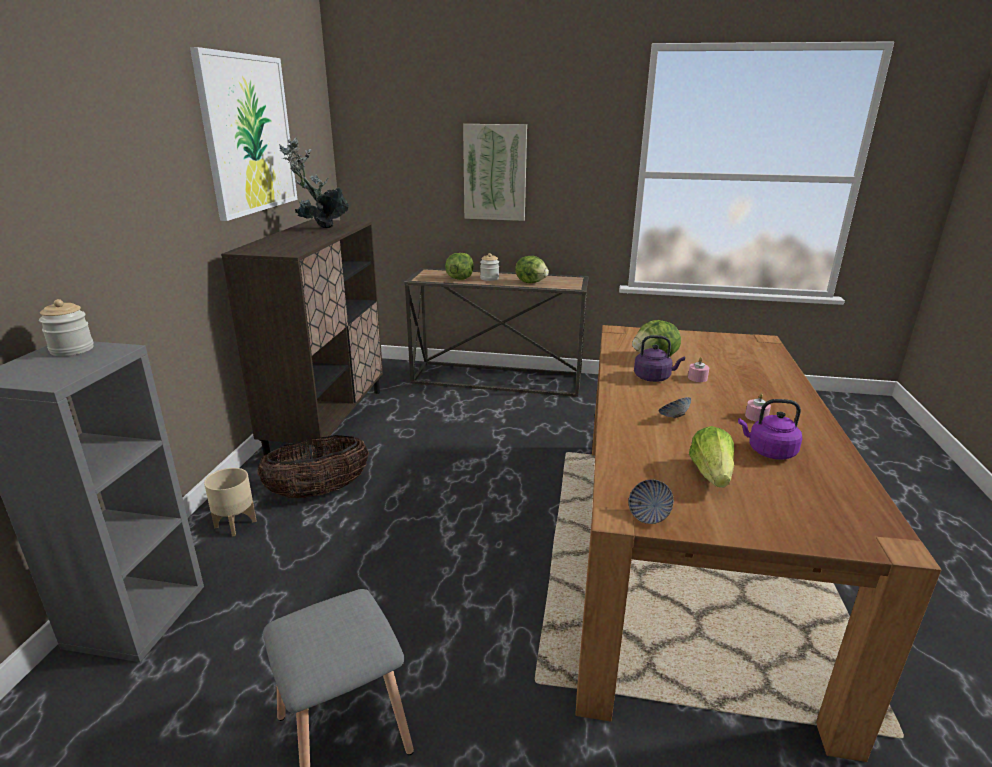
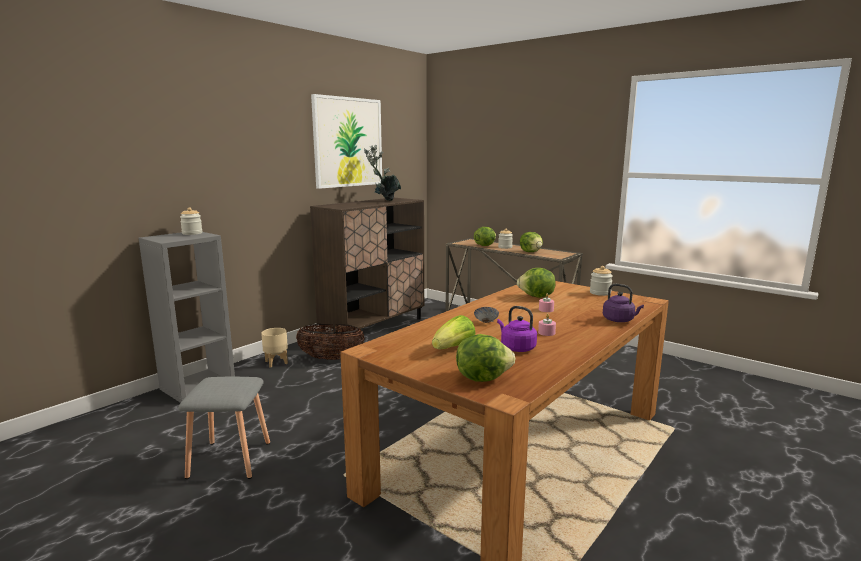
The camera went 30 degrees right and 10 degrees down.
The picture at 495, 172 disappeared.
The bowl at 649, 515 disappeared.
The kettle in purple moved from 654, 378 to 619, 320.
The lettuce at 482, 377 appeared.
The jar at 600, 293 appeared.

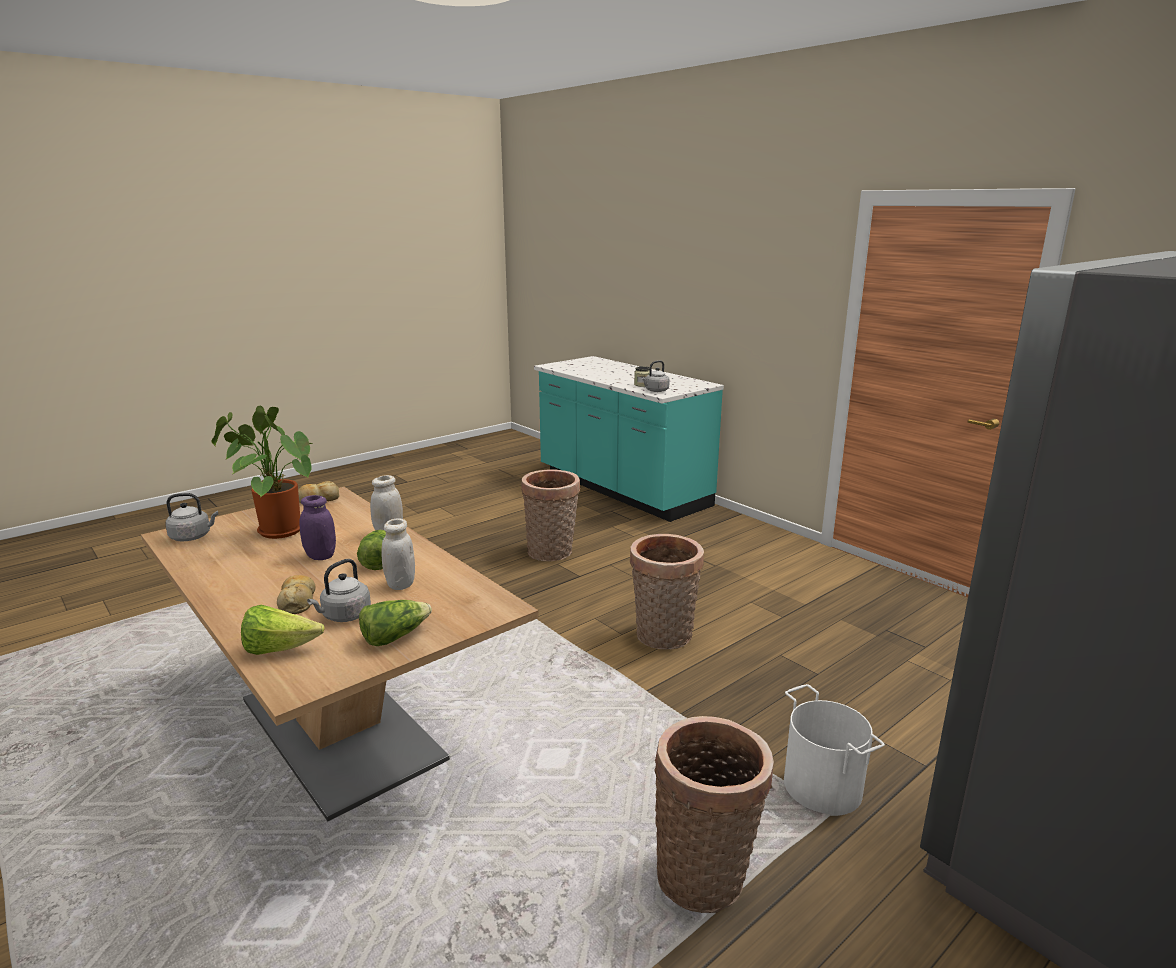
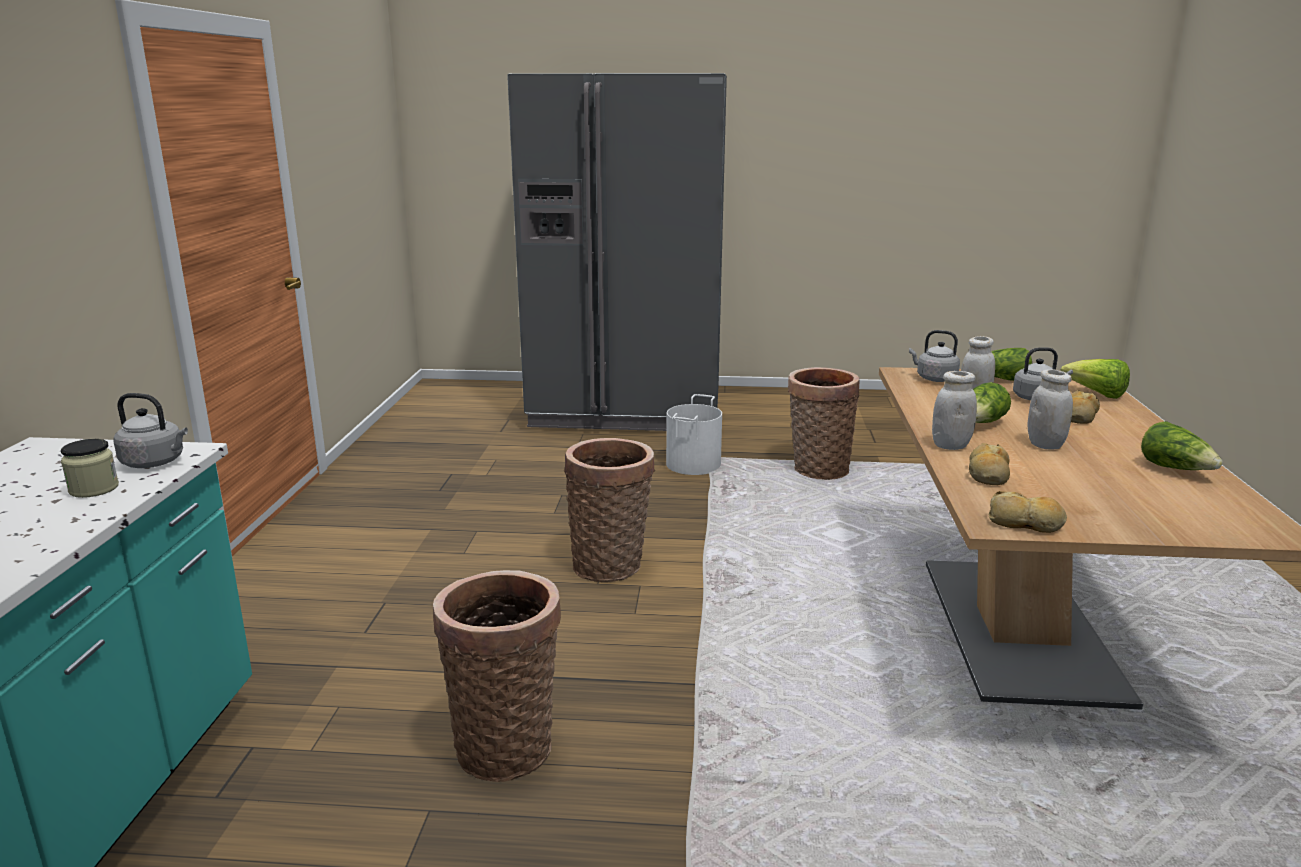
The camera went 135 degrees left and 0 degrees up.
The kettle in grey moved from 193, 537 to 934, 378.
The potted plant at 276, 530 disappeared.
The jar in purple at 320, 556 became the jar in white at 1045, 445.
The bread at 988, 474 appeared.
The lettuce at 1176, 469 appeared.

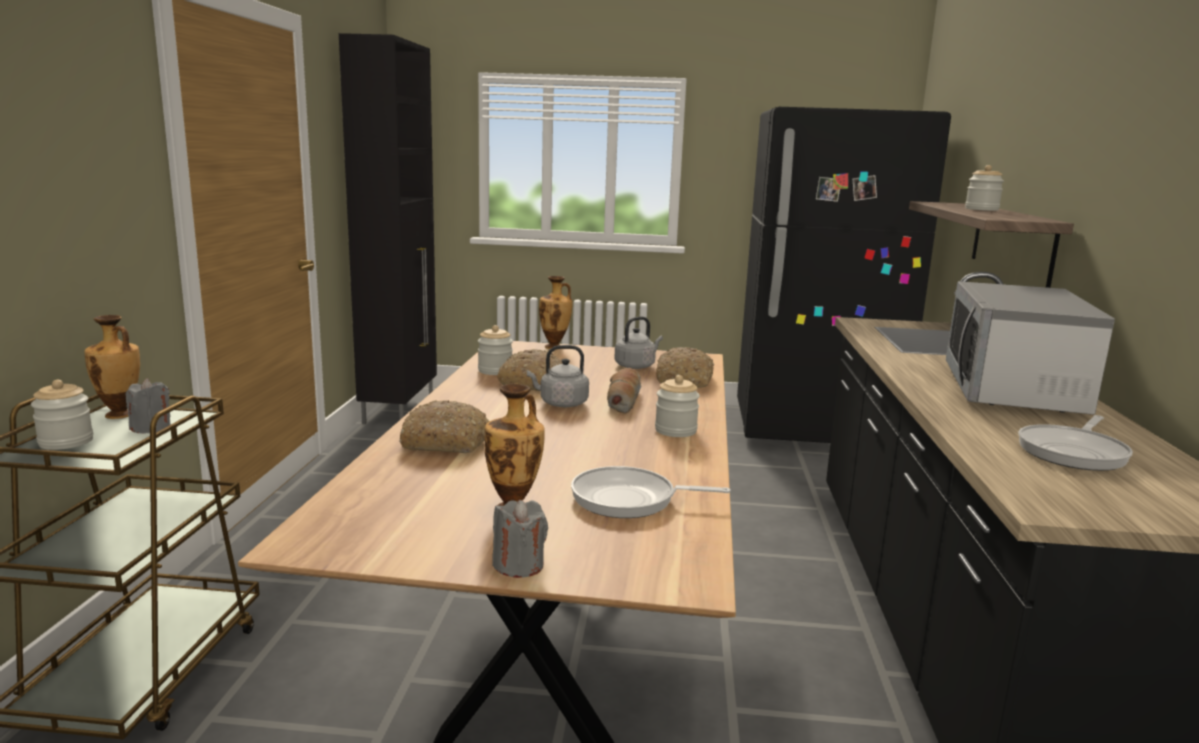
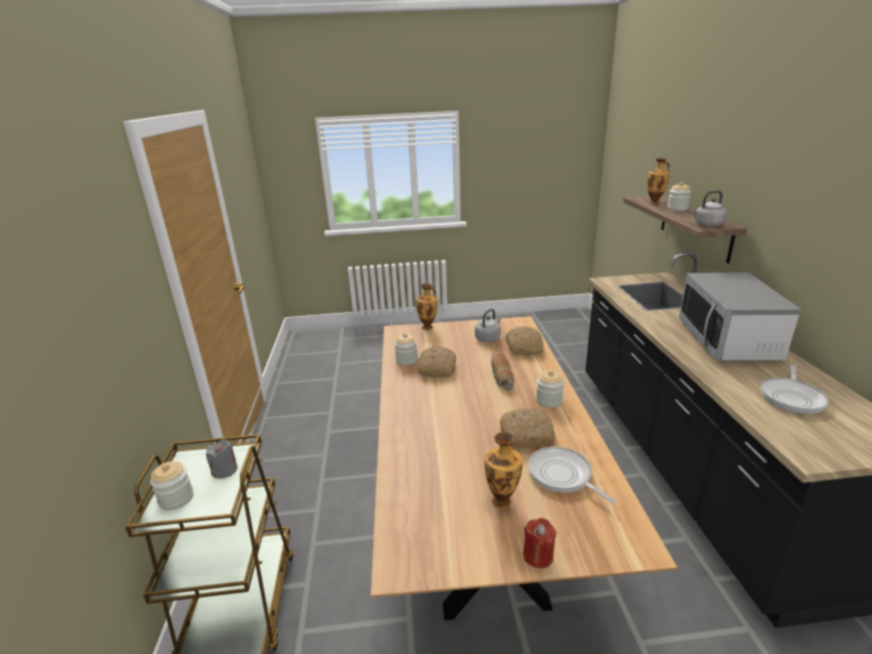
The camera went 10 degrees left and 10 degrees up.
The vase moved from 120, 415 to 654, 203.
The cabinet in black at 400, 409 disappeared.
The bread moved from 447, 442 to 527, 435.
The candle in grey at 519, 565 became the candle in red at 538, 555.
The kettle in grey moved from 561, 403 to 707, 225.
The frying pan at 629, 499 turned 60 degrees clockwise.
The fridge in black at 813, 429 disappeared.

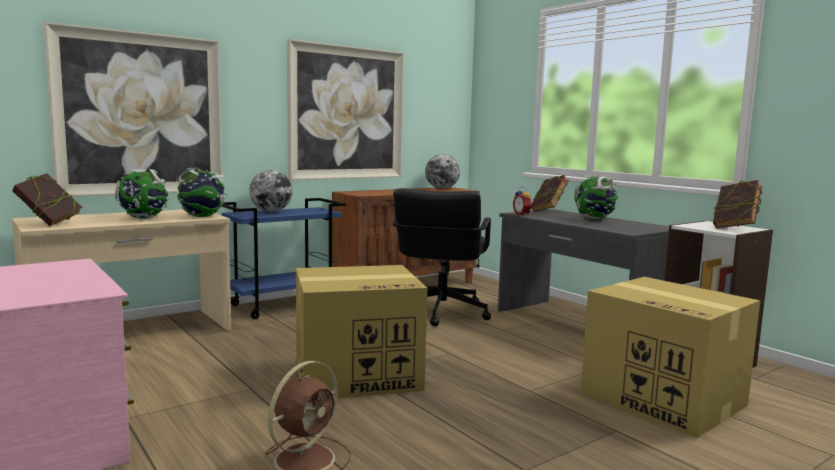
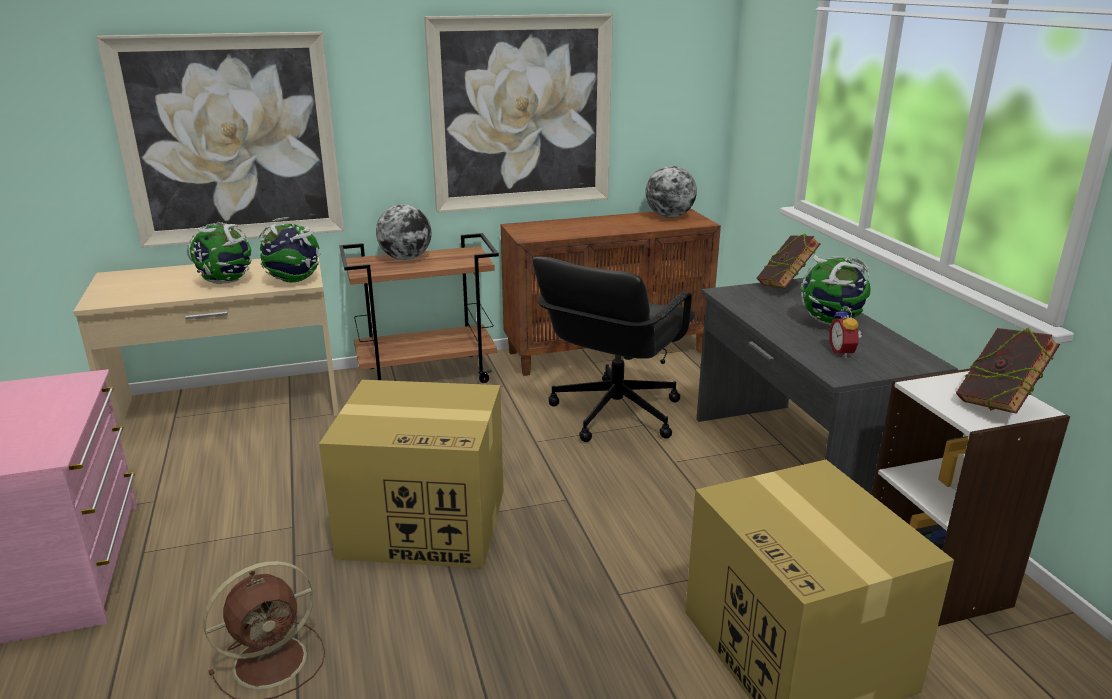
The camera went 20 degrees right and 15 degrees up.
The book at 49, 224 disappeared.
The cart in blue at 284, 305 became the cart in brown at 428, 374.
The alarm clock moved from 522, 214 to 843, 352.

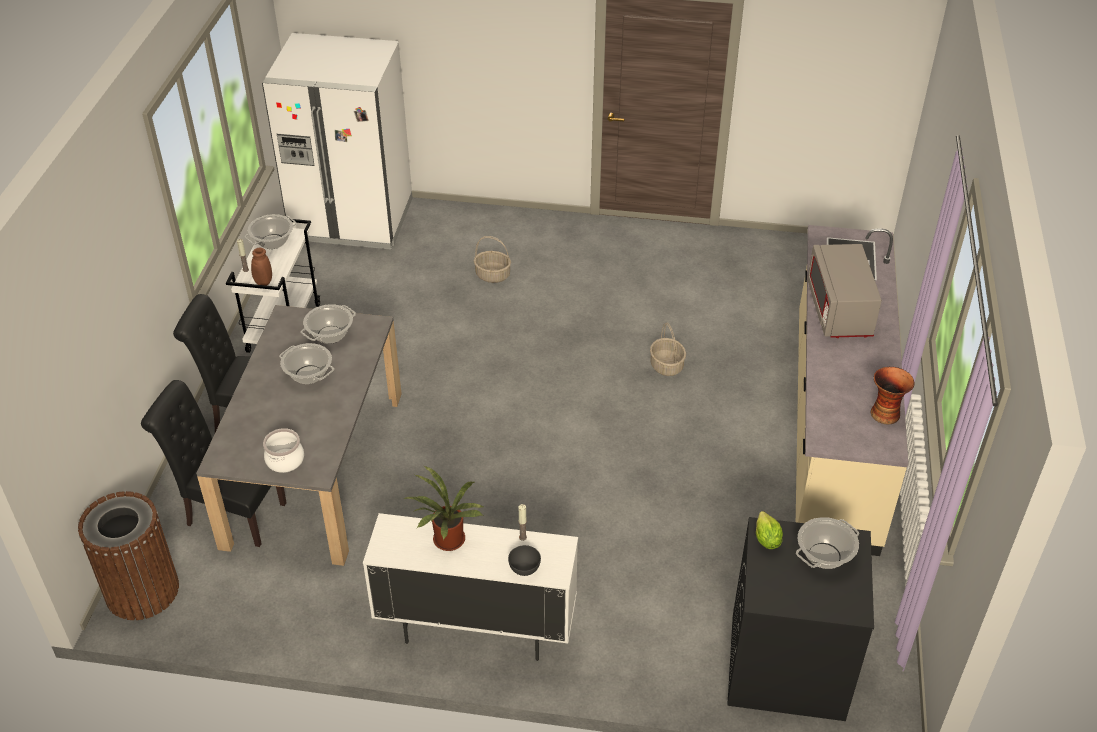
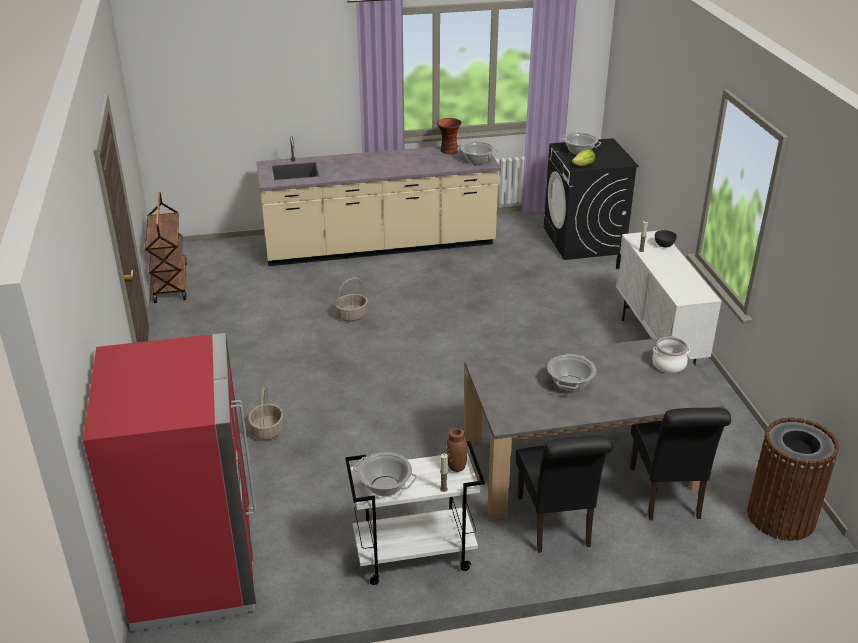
The camera went 110 degrees left and 10 degrees down.
The fridge in white at 352, 220 became the fridge in red at 195, 569.
The cooking pot moved from 330, 335 to 477, 160.
The potted plant at 447, 542 disappeared.
The microwave in grey at 838, 311 disappeared.
The cart in brown at 170, 282 appeared.

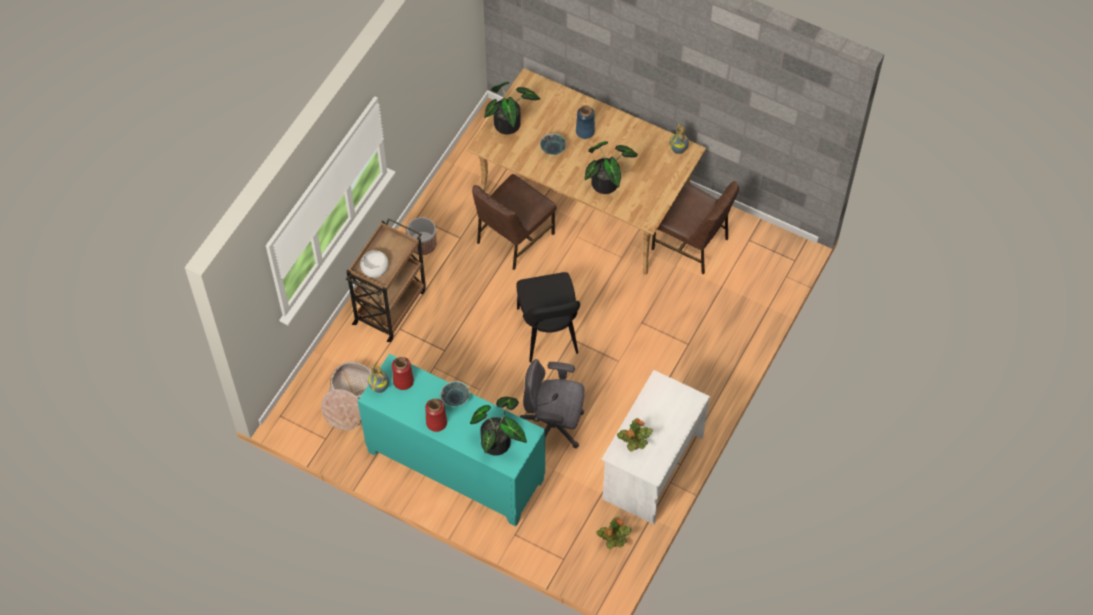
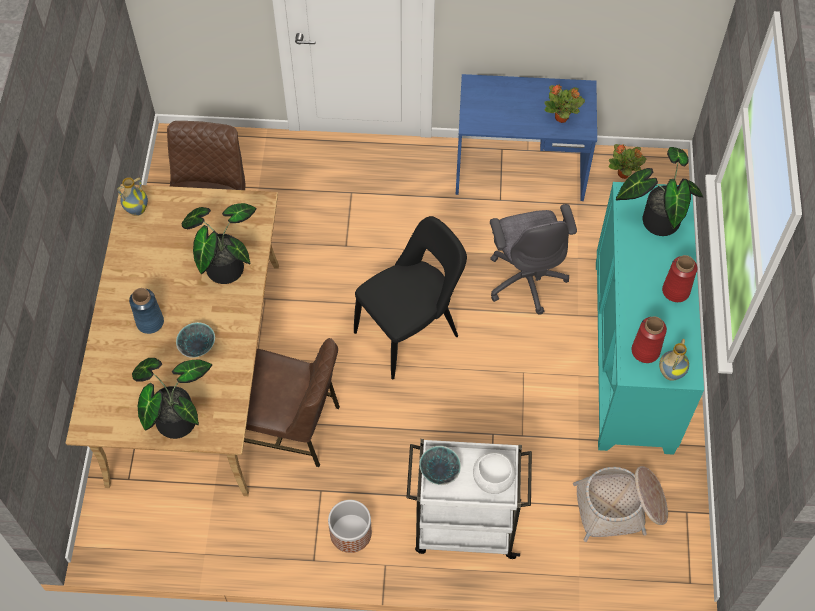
The camera went 115 degrees left and 0 degrees up.
The cart in brown at 390, 306 became the cart in white at 463, 527.
The bowl moved from 455, 399 to 439, 471.
The desk in white at 651, 467 became the desk in blue at 520, 172.

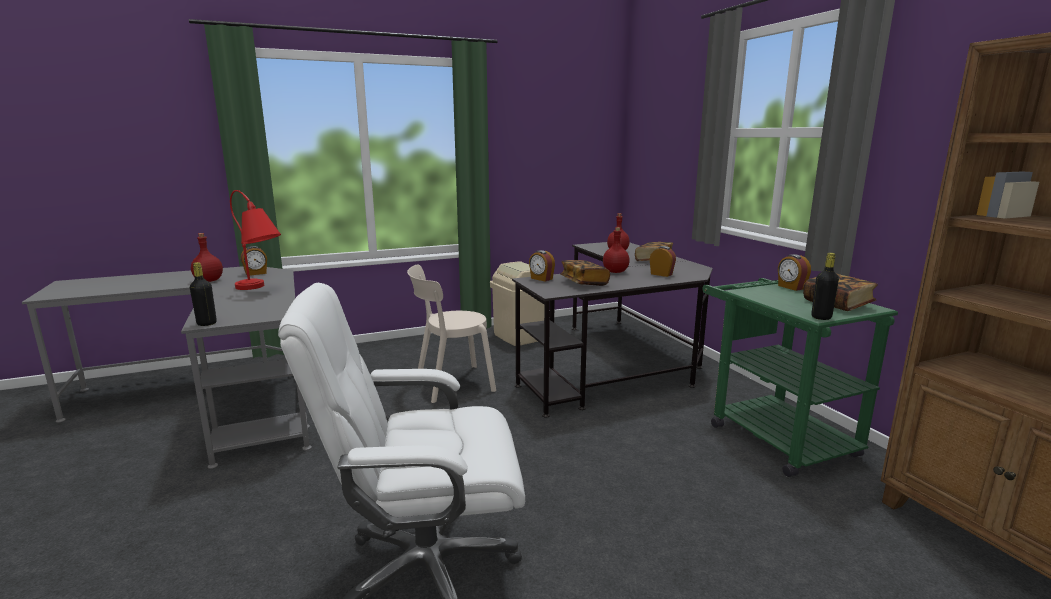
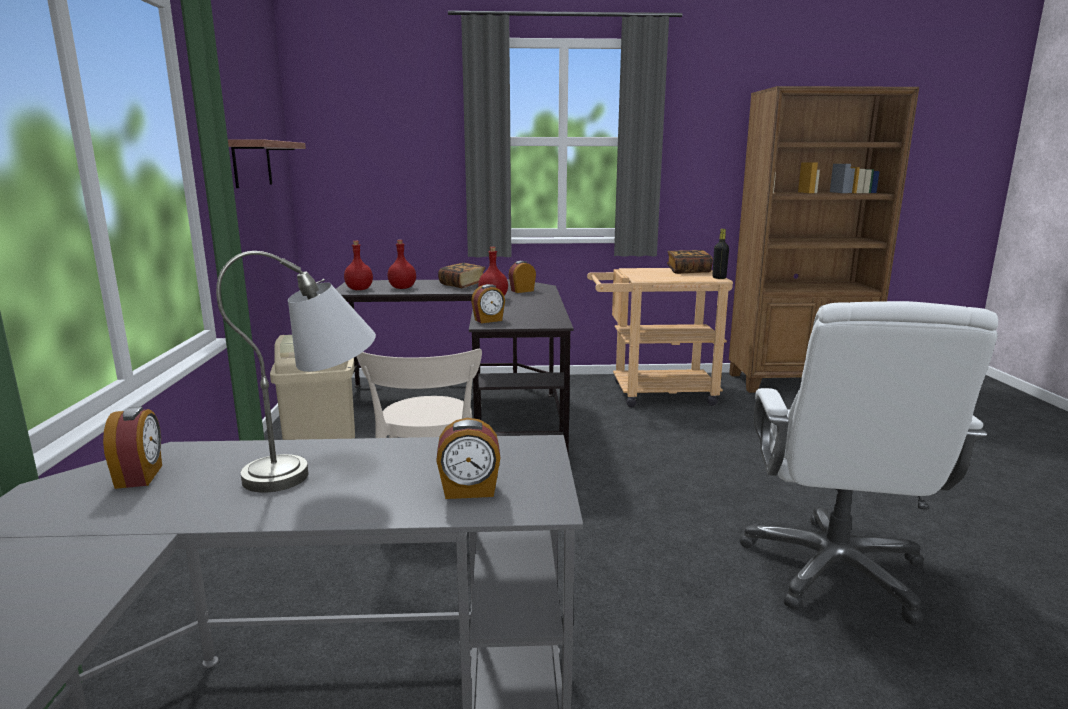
The camera went 70 degrees left and 0 degrees up.
The bottle in black at 206, 323 disappeared.
The bottle in red moved from 208, 281 to 359, 289.
The table lamp in red at 260, 289 became the table lamp in grey at 319, 466.
The book at 584, 283 disappeared.
The cart in green at 772, 434 became the cart in beige at 653, 393.
The alarm clock moved from 791, 287 to 469, 491.
The shelf at 252, 163 appeared.

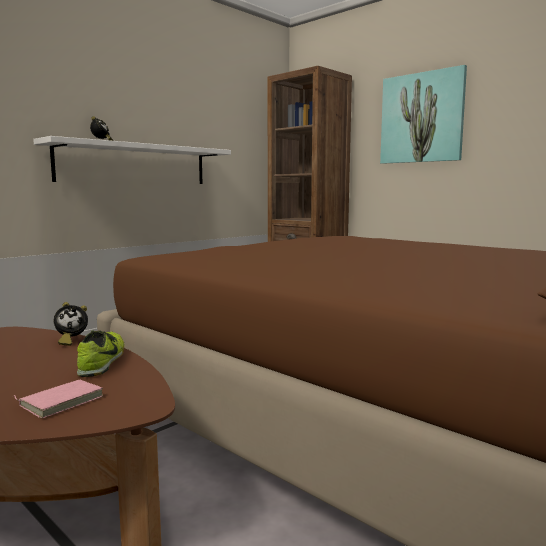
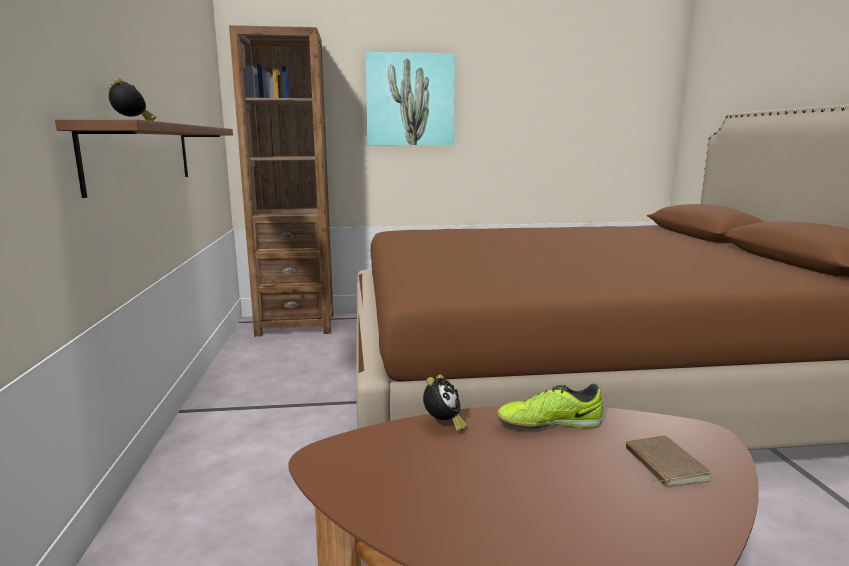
The camera went 50 degrees left and 5 degrees up.
The book in pink at 61, 401 became the book in brown at 663, 465.
The shelf in white at 135, 164 became the shelf in brown at 142, 155.
The shoe at 102, 361 turned 45 degrees counterclockwise.

